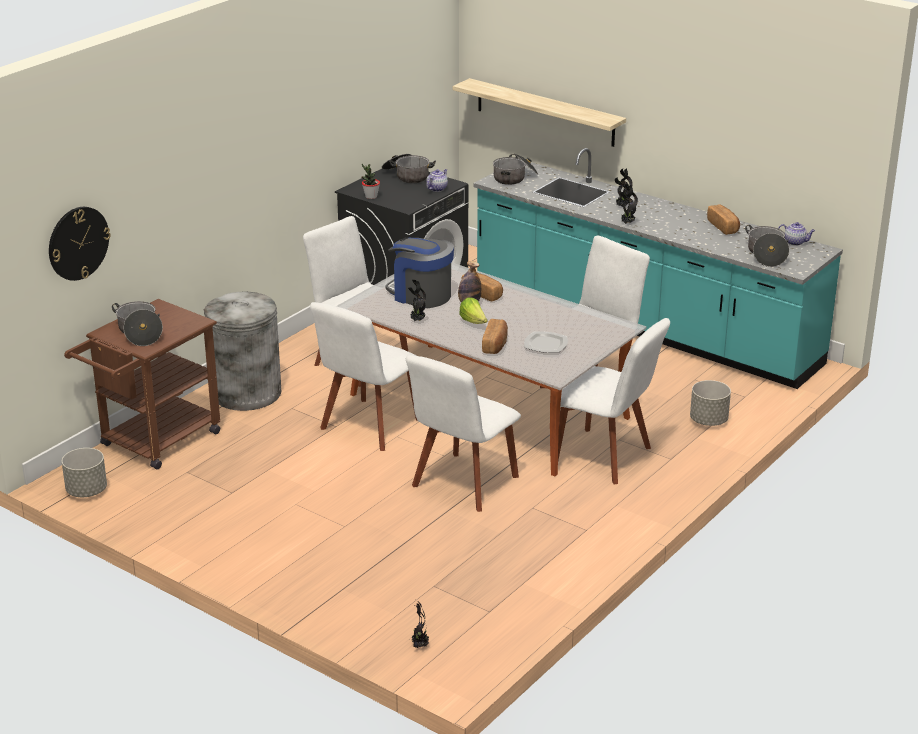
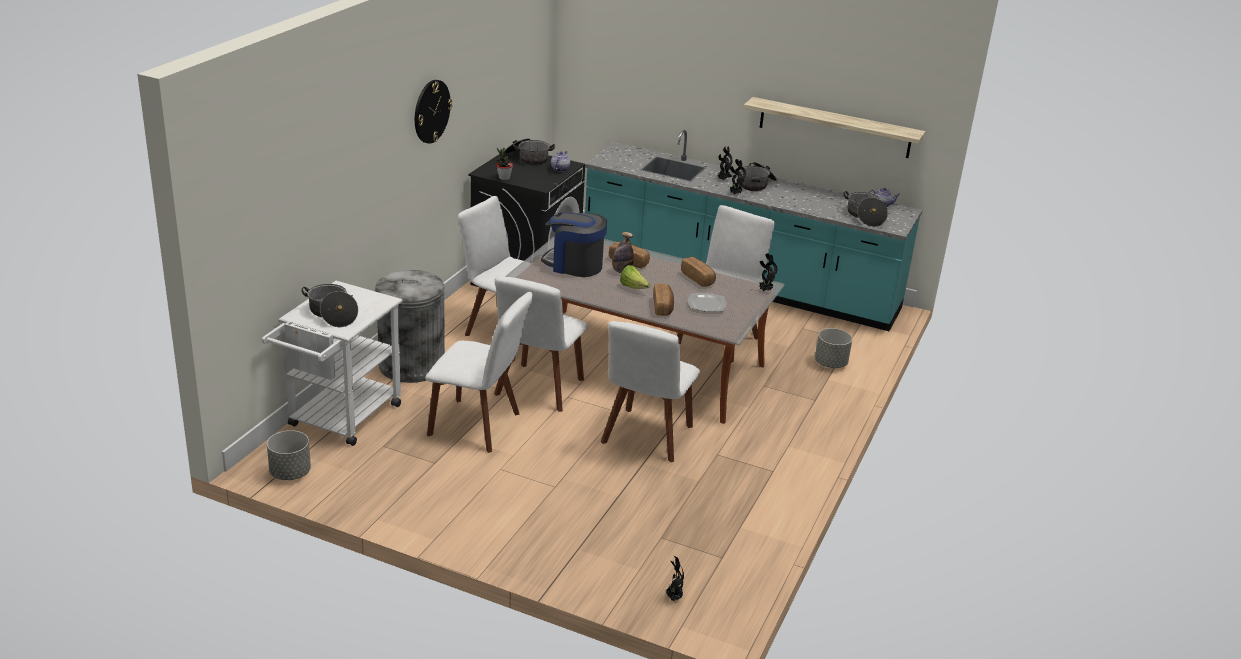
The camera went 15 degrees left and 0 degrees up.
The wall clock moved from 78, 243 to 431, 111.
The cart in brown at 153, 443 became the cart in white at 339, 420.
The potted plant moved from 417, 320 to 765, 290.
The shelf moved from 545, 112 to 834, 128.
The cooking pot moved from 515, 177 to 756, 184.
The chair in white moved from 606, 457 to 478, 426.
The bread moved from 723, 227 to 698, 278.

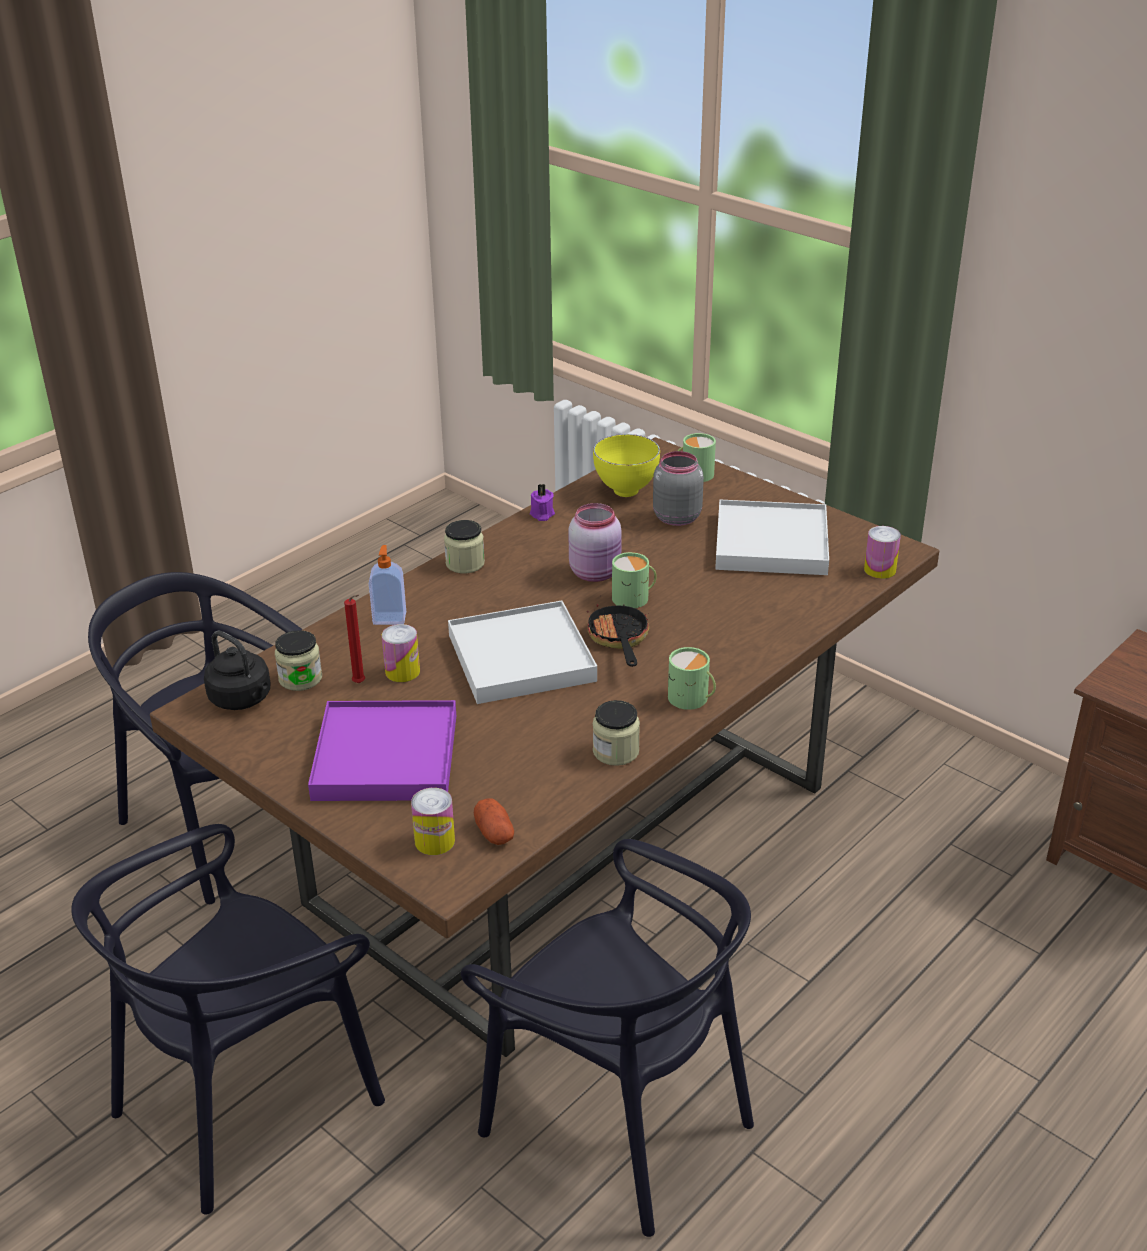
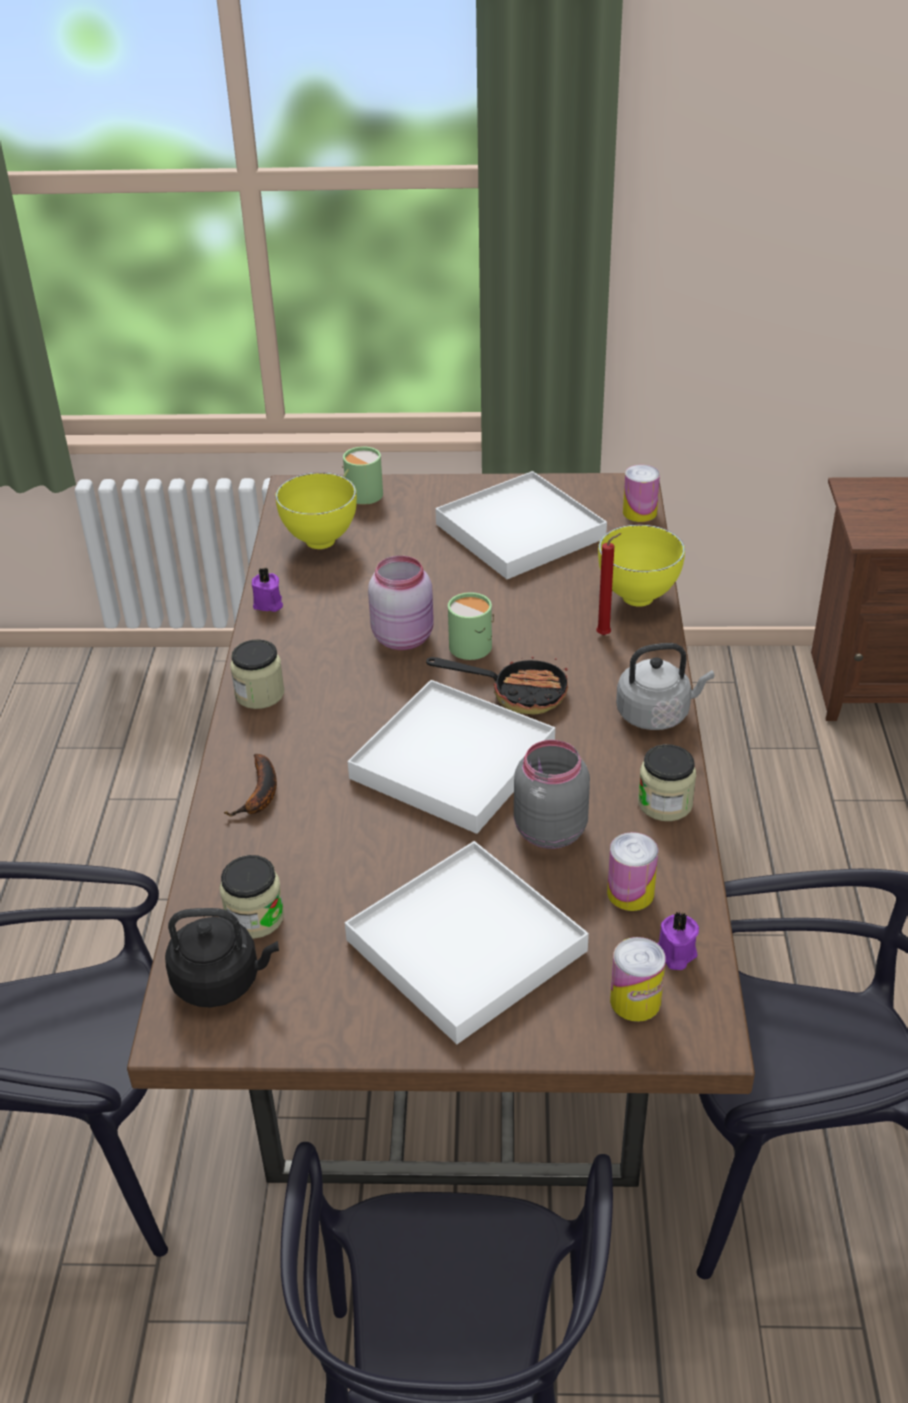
The camera went 40 degrees left and 5 degrees up.
The tray in purple at 385, 757 became the tray in white at 465, 945.
The candle in red moved from 360, 684 to 605, 635.
The soap dispenser at 389, 618 was replaced by the banana at 260, 794.
The can moved from 402, 672 to 630, 893.
The potato at 494, 833 was replaced by the candle in purple at 675, 954.
The frying pan at 619, 640 turned 150 degrees clockwise.
The jar in grey moved from 675, 517 to 548, 831.
The mug in green at 691, 699 was replaced by the kettle in grey at 656, 714.
The bowl in yellow at 640, 598 appeared.

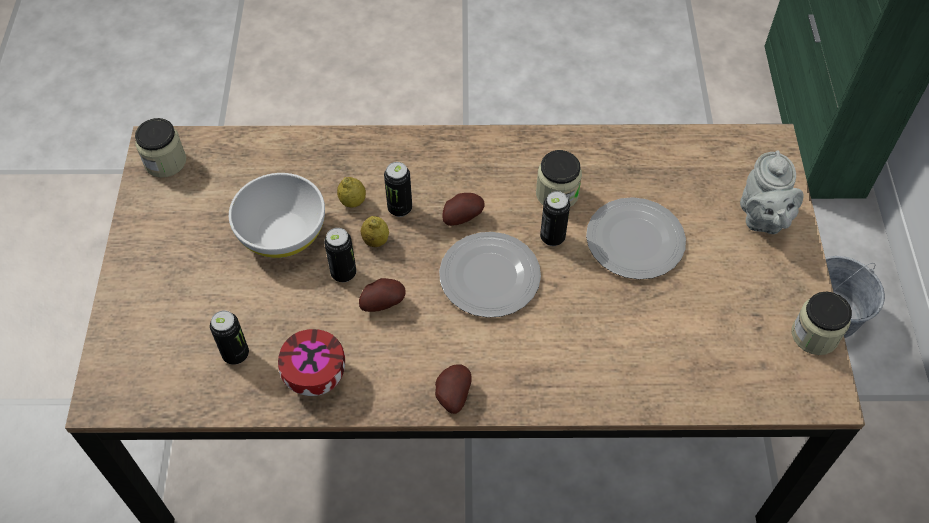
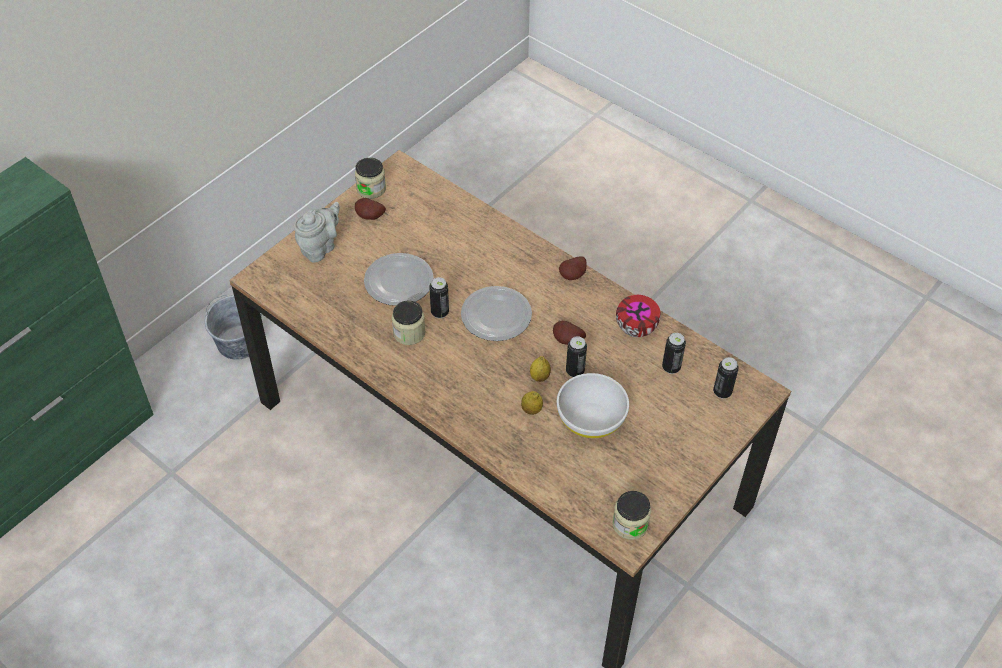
The camera went 140 degrees left and 5 degrees down.
The can moved from 400, 208 to 722, 392.
The potato moved from 461, 216 to 369, 217.

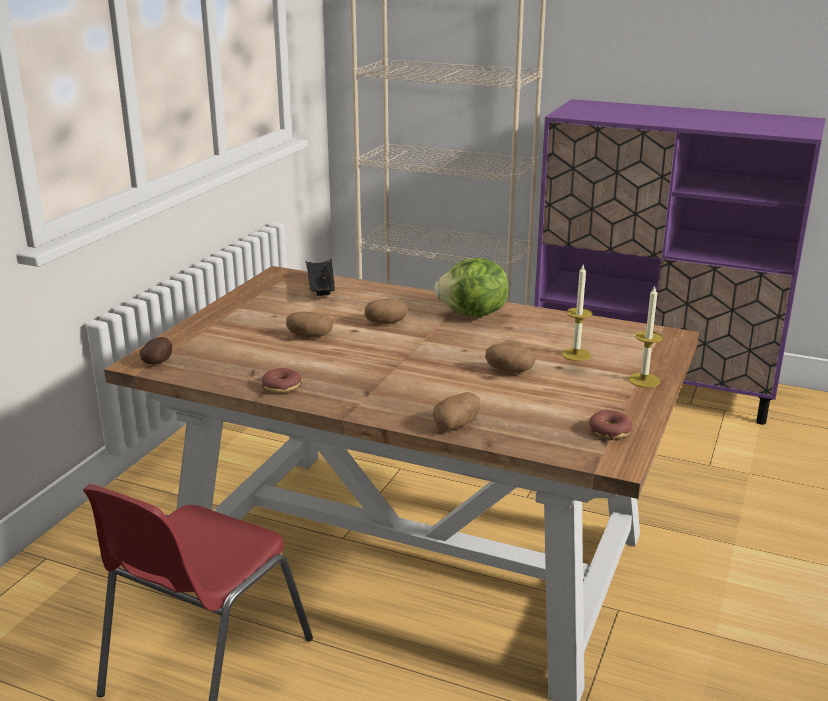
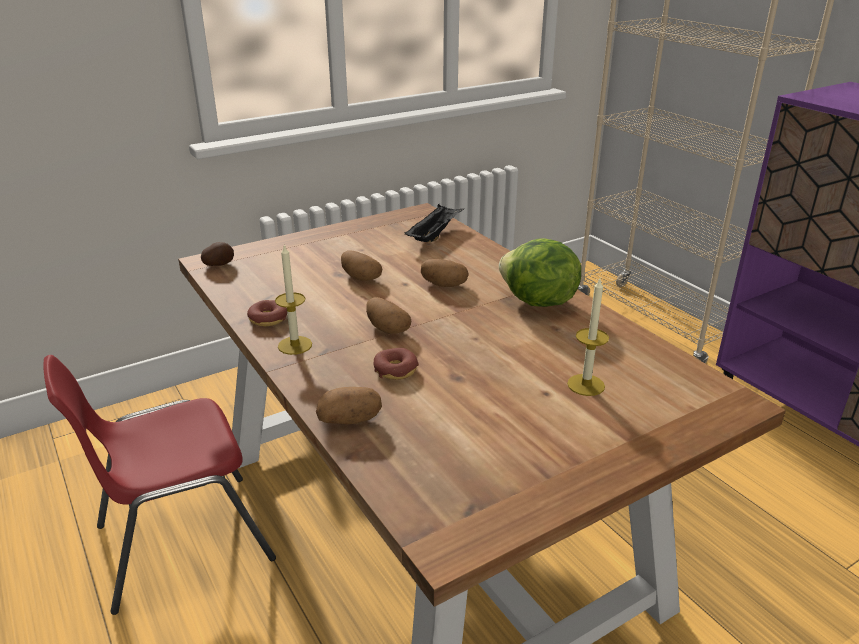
The camera went 35 degrees right and 5 degrees up.
The potato moved from 509, 371 to 386, 328.
The donut moved from 609, 431 to 395, 370.
The candle moved from 644, 380 to 295, 345.

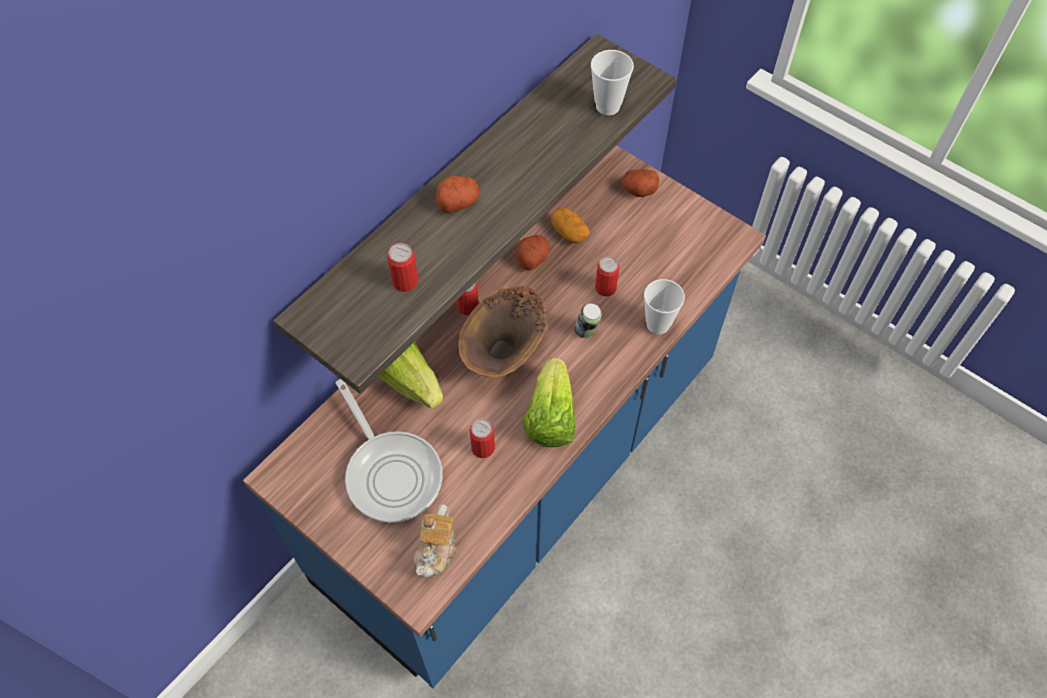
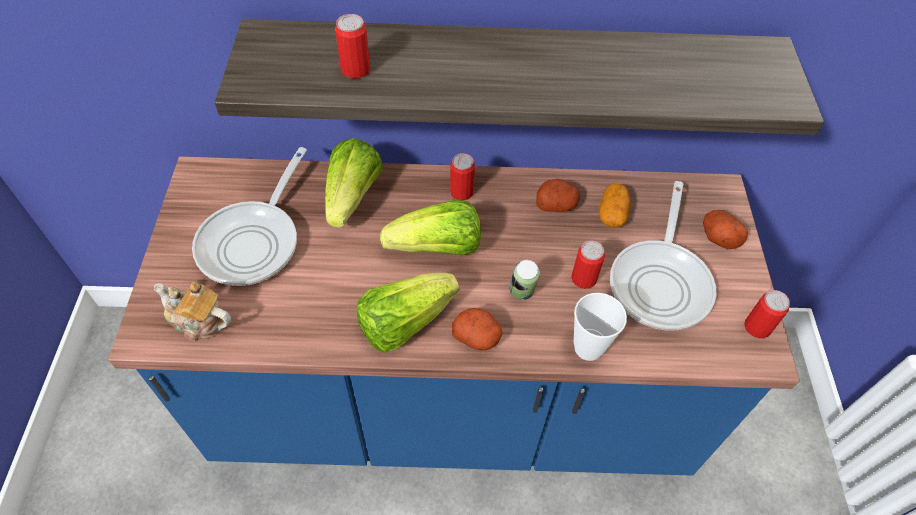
The camera went 50 degrees right and 5 degrees down.
The teapot at 436, 551 turned 45 degrees clockwise.
The potato moved from 458, 202 to 477, 336.
The vase in brown at 505, 356 was replaced by the lettuce at 437, 248.
The can moved from 483, 448 to 757, 327.
The cup at 607, 106 disappeared.
The frying pan at 661, 282 appeared.

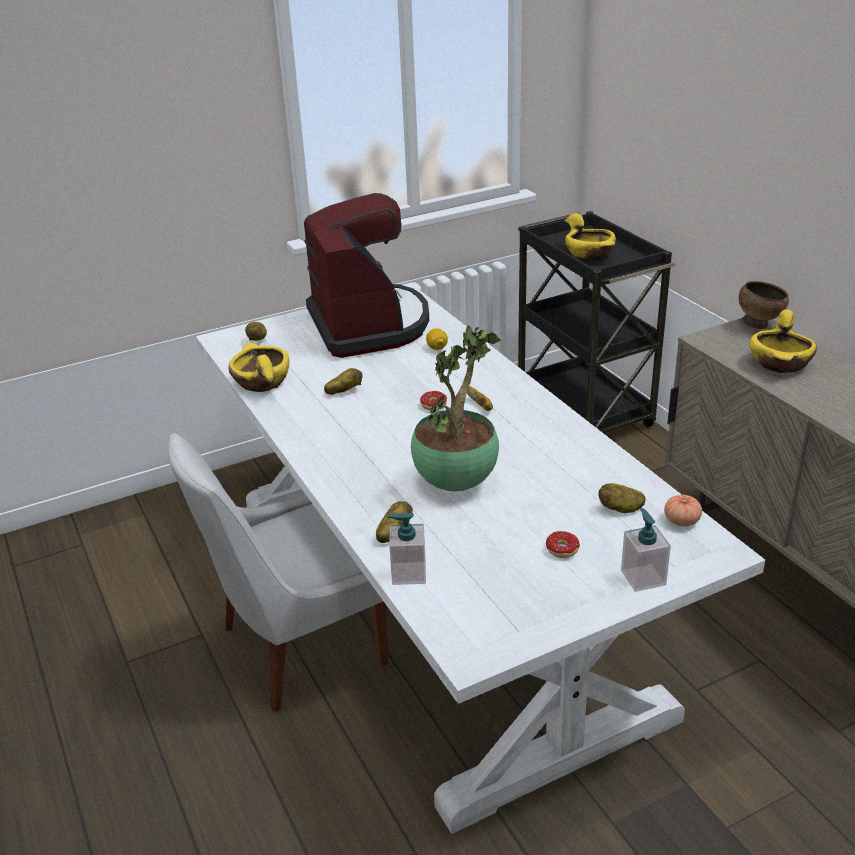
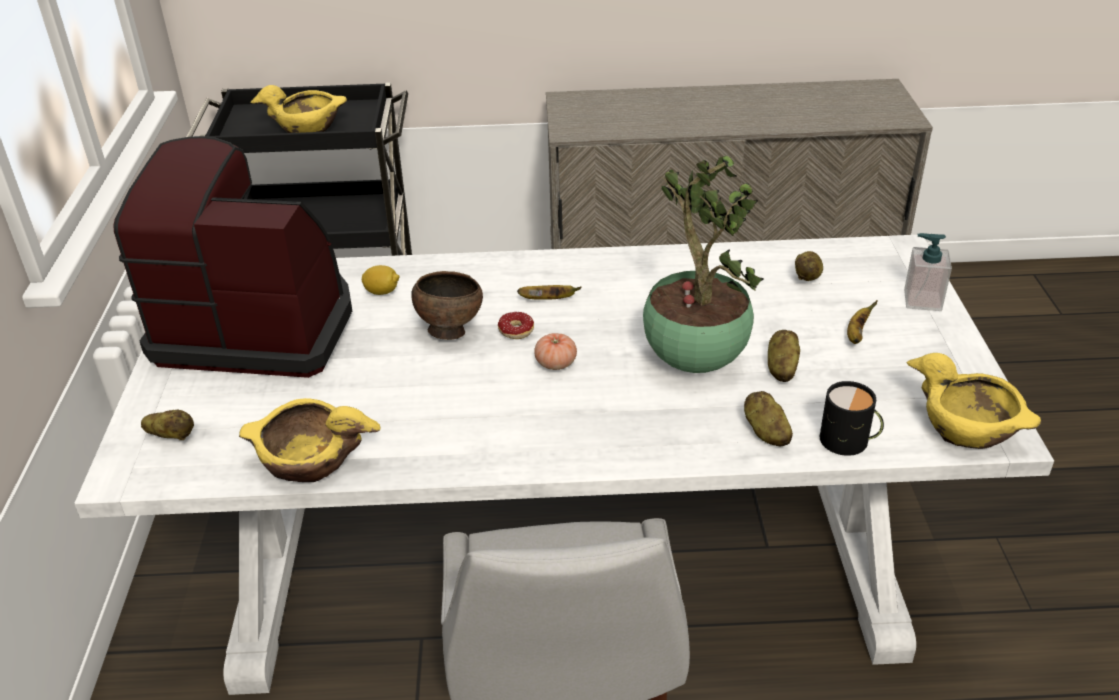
The camera went 65 degrees left and 5 degrees up.
The potato moved from 344, 391 to 781, 368.
The soap dispenser at 408, 573 was replaced by the mug in black at 849, 441.
The donut at 556, 550 was replaced by the banana at 856, 334.
The tomato moved from 681, 521 to 556, 363.
The bowl in brown moved from 758, 325 to 449, 331.
The bowl in yellow moved from 780, 363 to 969, 428.

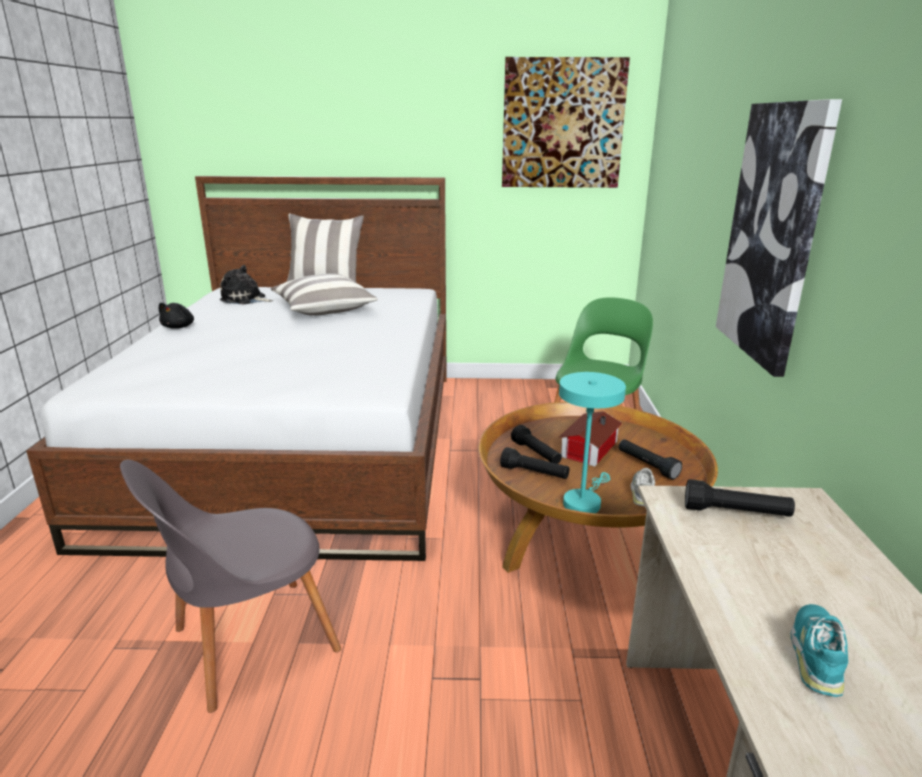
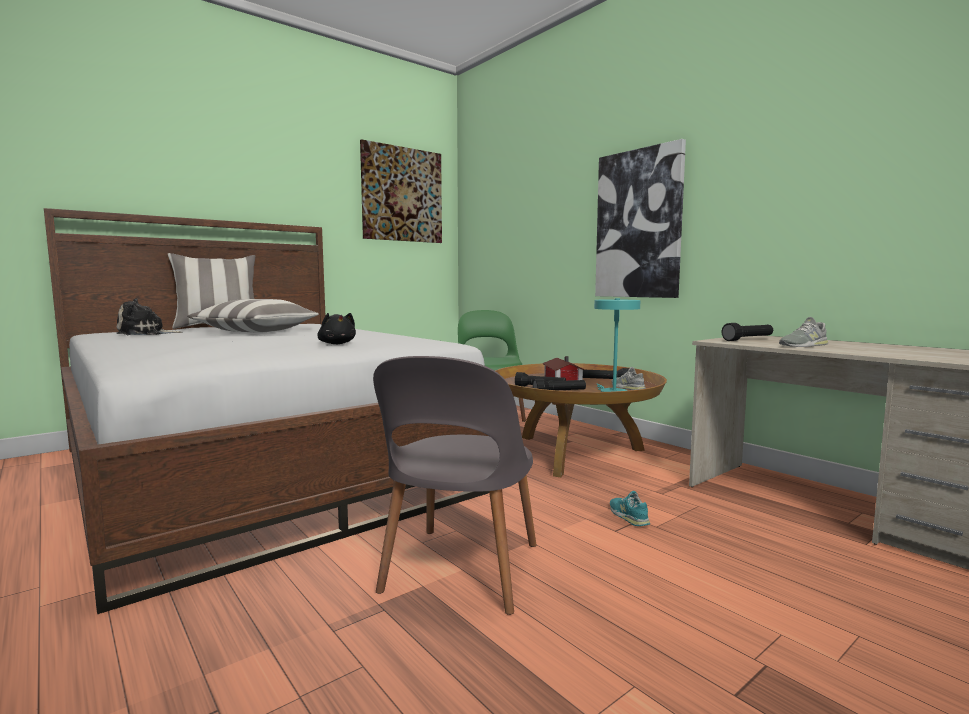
The camera went 40 degrees left and 15 degrees down.
The plush toy in black moved from 179, 327 to 337, 344.
The shoe in turquoise moved from 817, 654 to 628, 516.
The shoe in grey at 803, 345 appeared.

